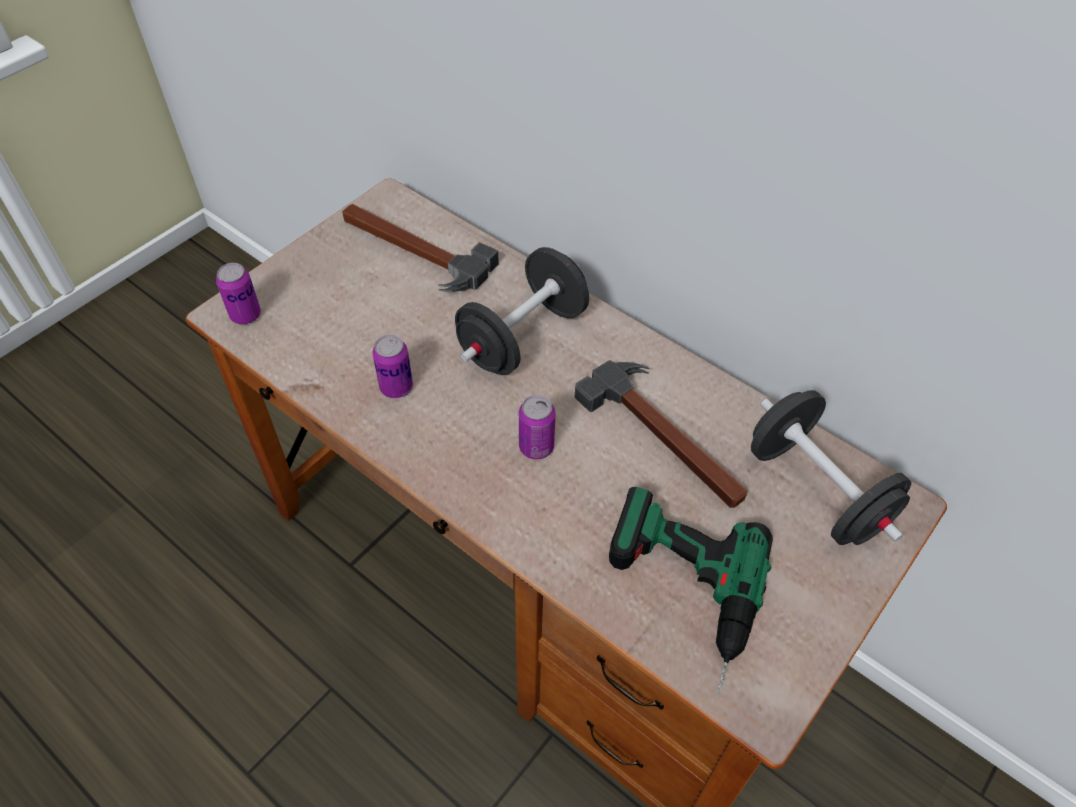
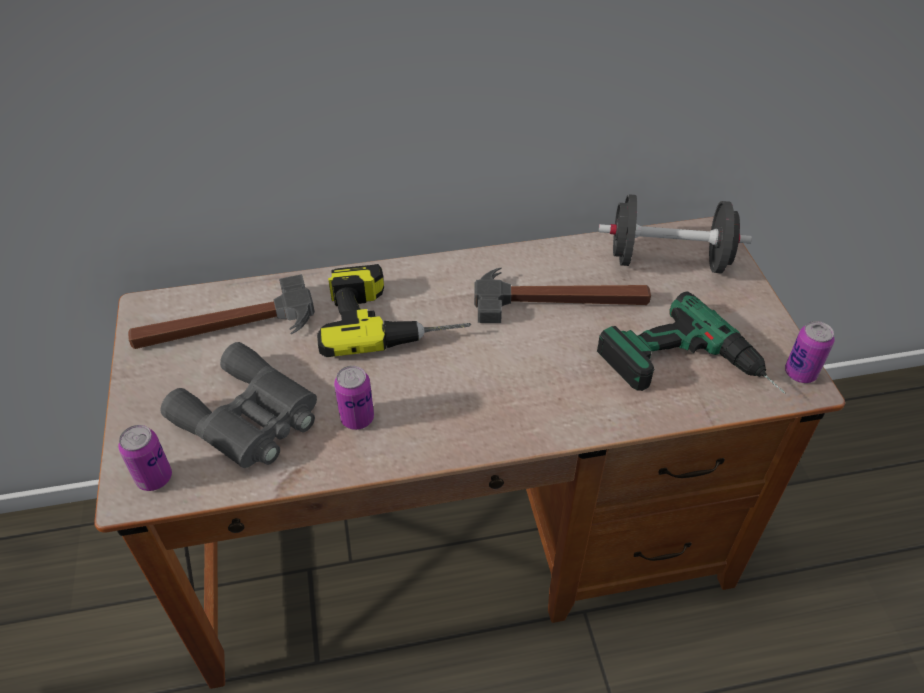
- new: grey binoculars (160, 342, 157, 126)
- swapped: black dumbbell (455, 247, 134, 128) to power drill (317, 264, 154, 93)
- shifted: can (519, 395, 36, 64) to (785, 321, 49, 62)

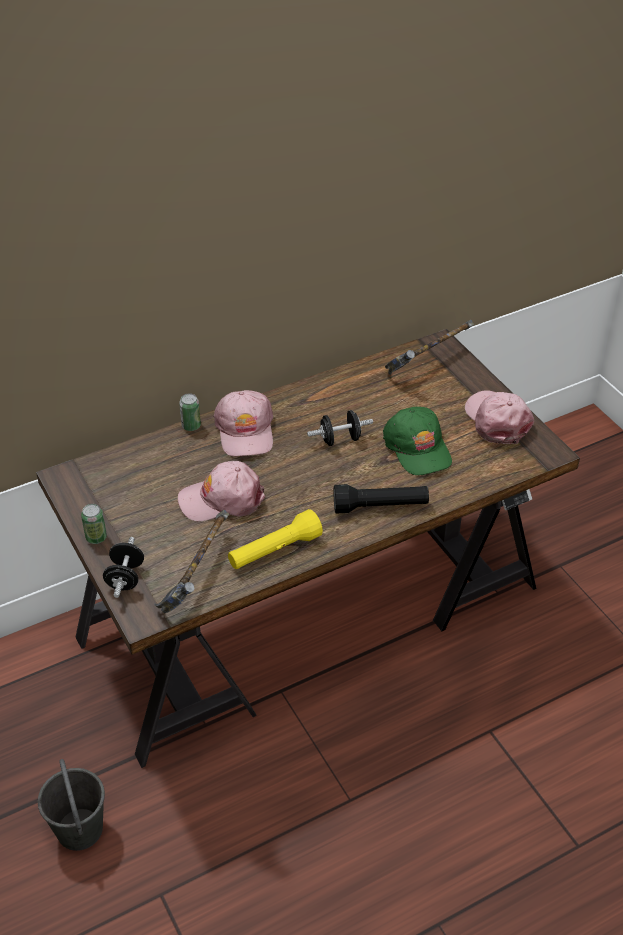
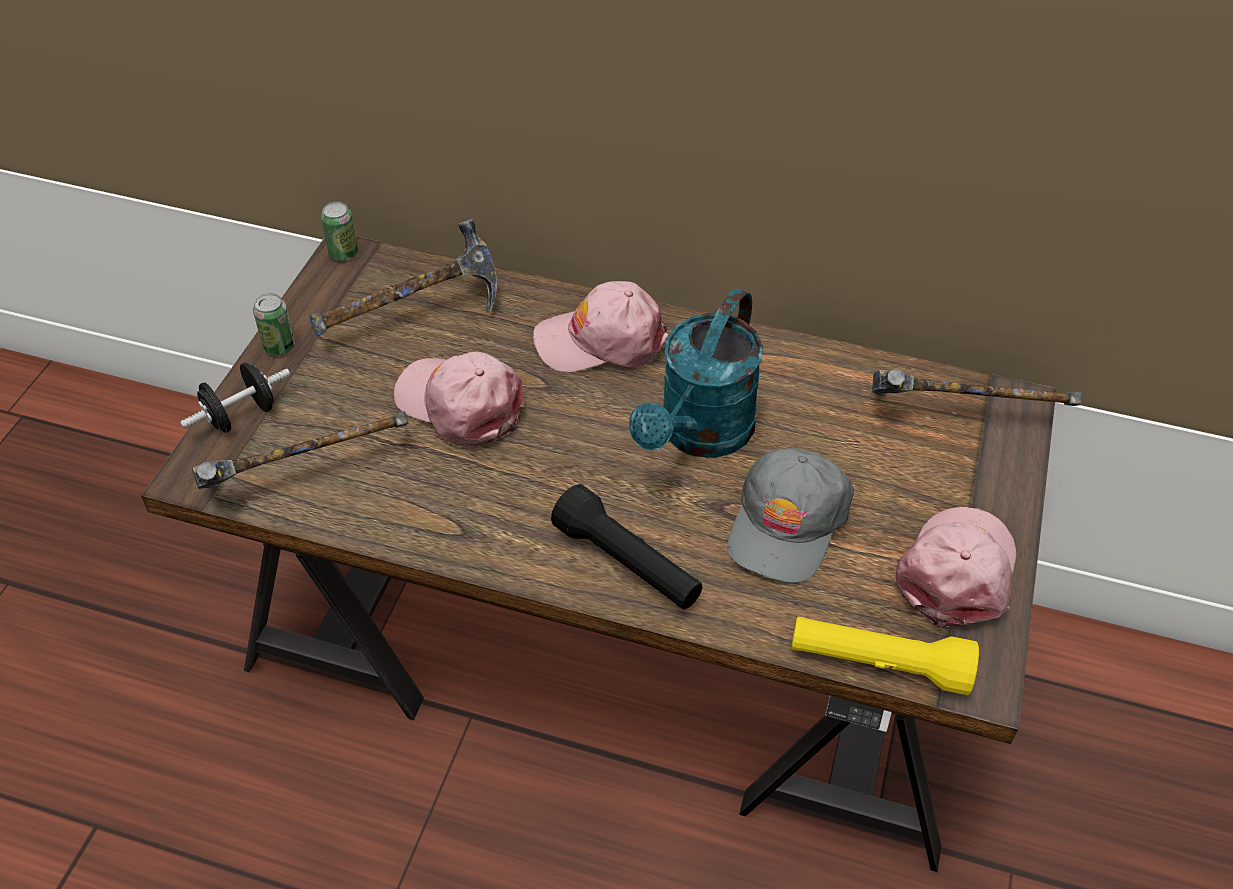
- new: hammer (309, 219, 188, 117)
- shifted: can (179, 393, 22, 38) to (321, 201, 37, 60)
- rotated: pink cap (213, 390, 60, 67) = (533, 281, 135, 91) 45 degrees clockwise
- swapped: black dumbbell (307, 410, 66, 36) to turquoise watering can (629, 289, 134, 169)
- repainted: green cap (383, 407, 69, 68) to grey cap (728, 448, 126, 135)
- shifted: yellow flashlight (228, 509, 95, 60) to (791, 617, 188, 78)
- gone: grey bucket (38, 759, 67, 92)

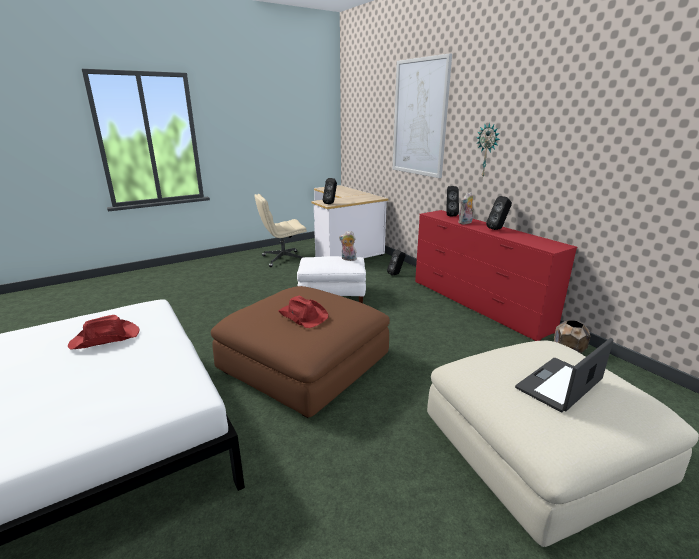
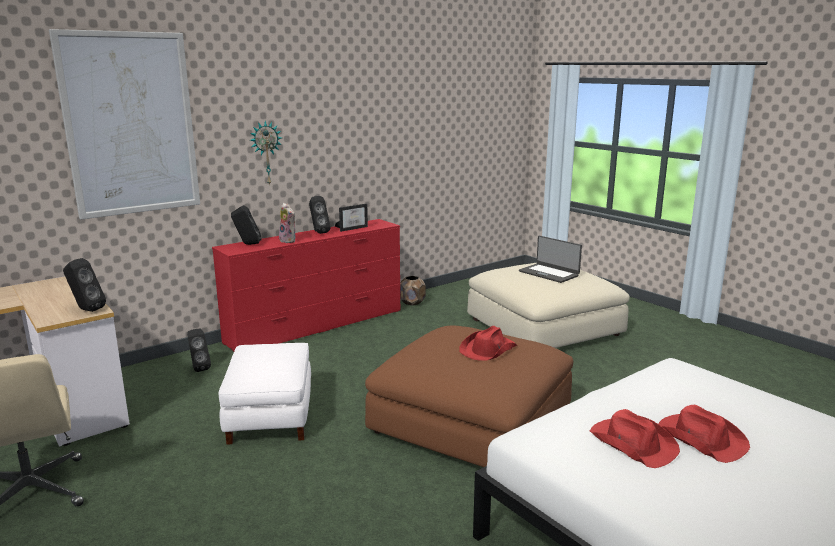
- new: picture frame (335, 204, 33, 28)
- new: red hat (658, 405, 92, 58)
- gone: plush toy (339, 231, 18, 30)

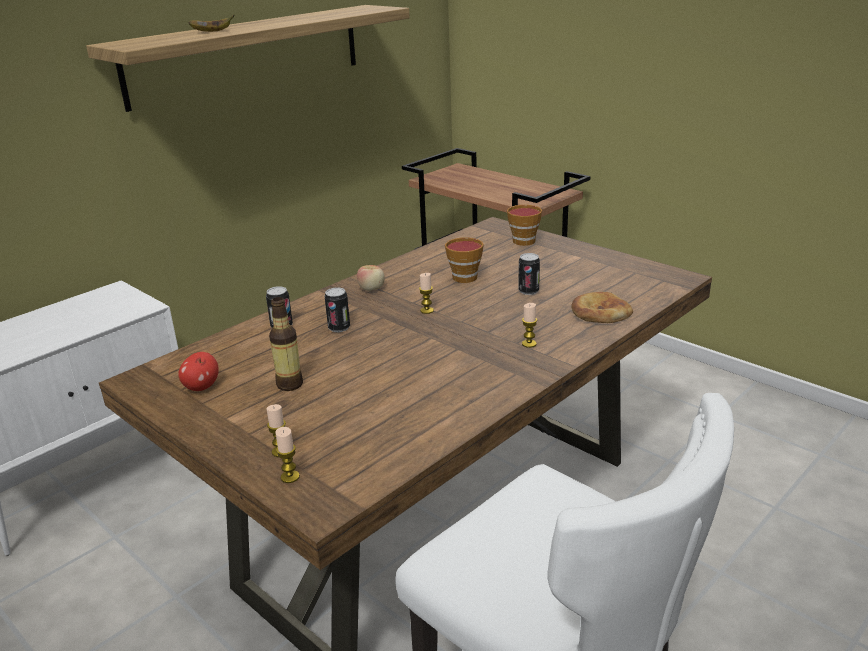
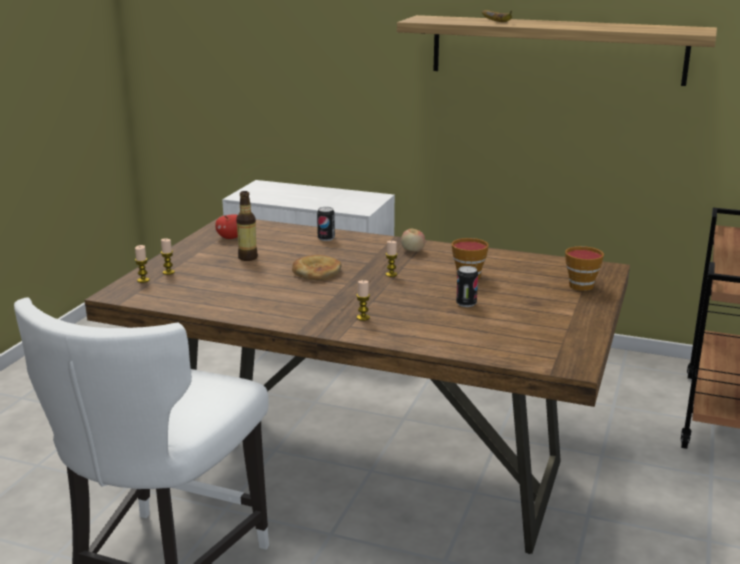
- shifted: bread (571, 292, 62, 31) to (292, 255, 49, 25)
- gone: can (325, 287, 25, 45)

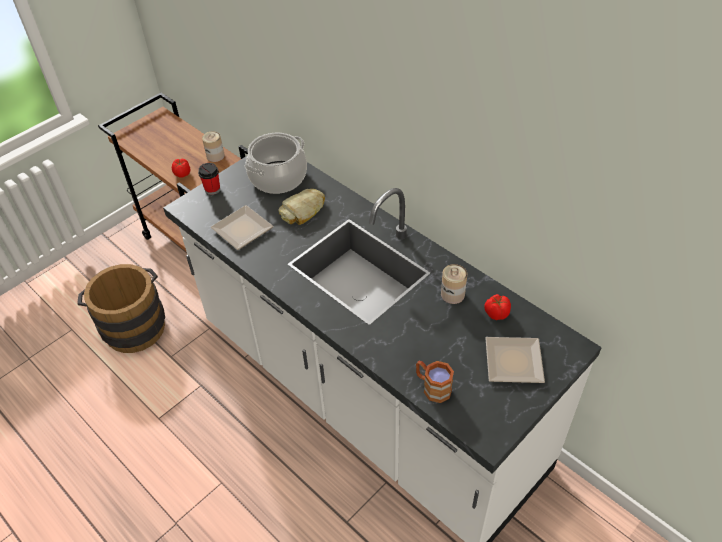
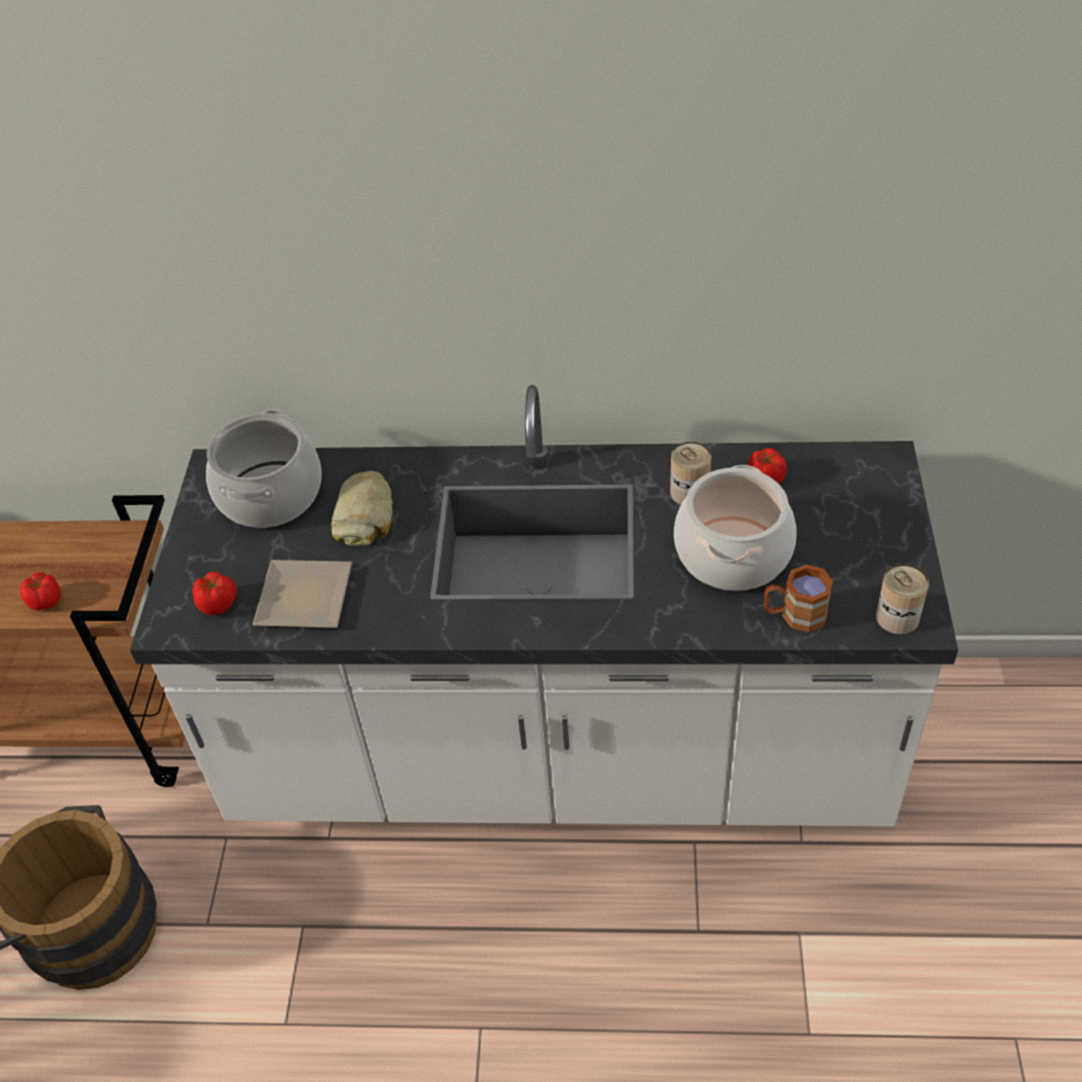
- new: tomato (192, 572, 45, 43)
- new: cooking pot (674, 465, 123, 126)
- shifted: can (202, 131, 23, 31) to (876, 564, 53, 70)
- gone: cup (198, 163, 22, 32)
- gone: plate (485, 337, 60, 46)

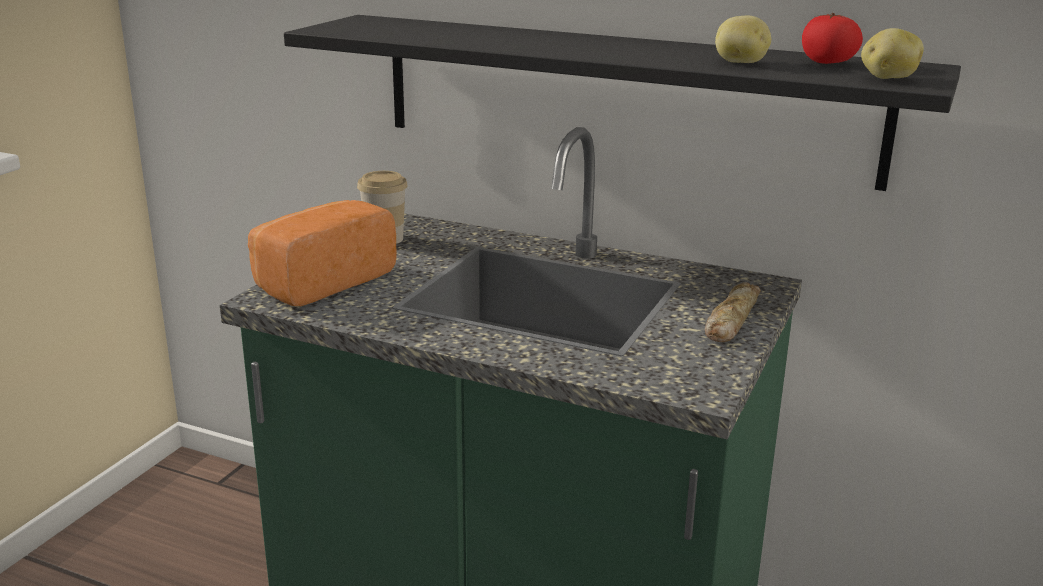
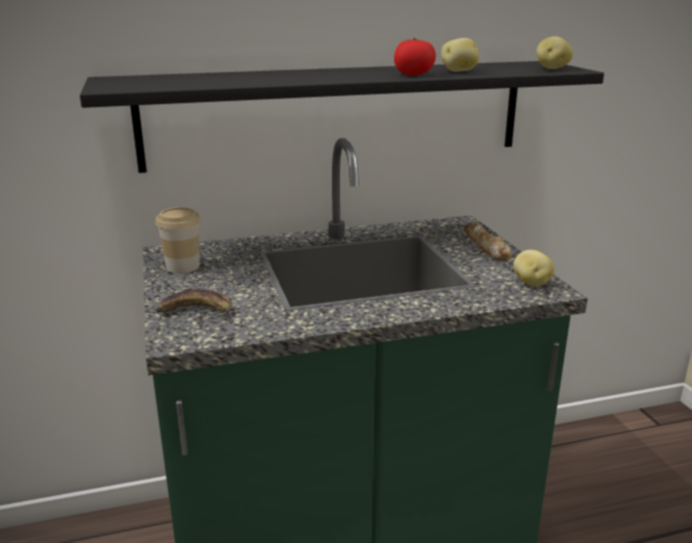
- swapped: bread (248, 200, 148, 106) to banana (156, 289, 75, 32)
- shifted: tomato (802, 13, 61, 51) to (394, 38, 42, 37)
- new: potato (513, 250, 41, 36)

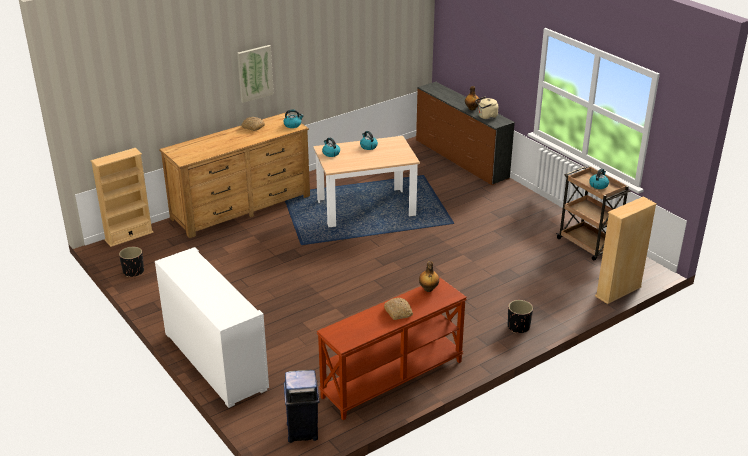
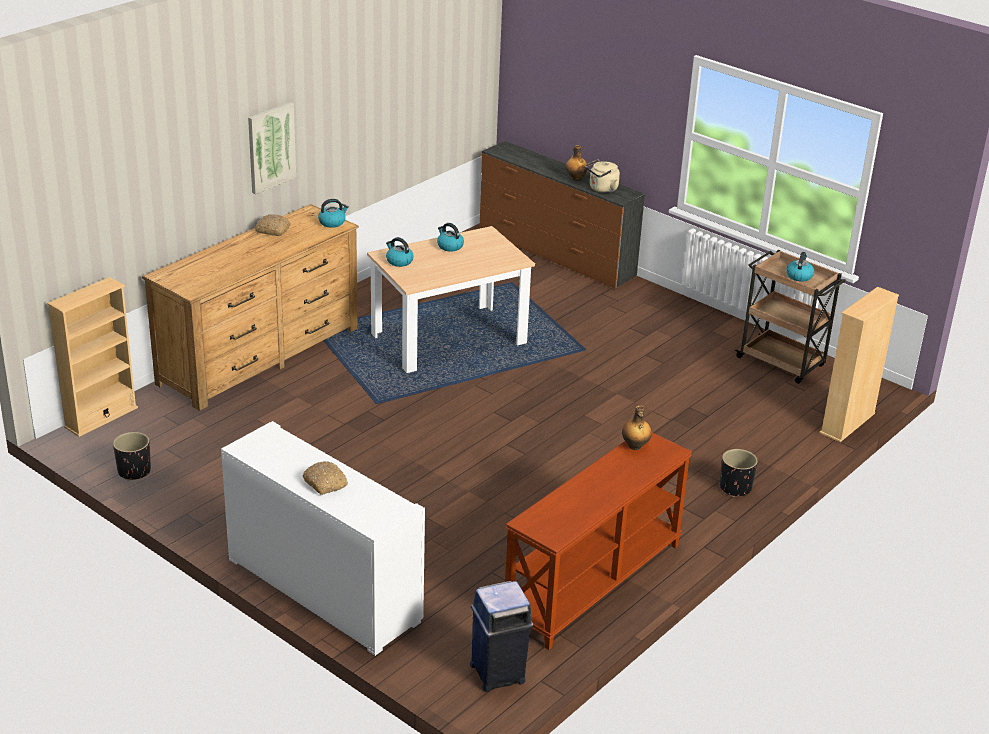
- shifted: bread (384, 298, 29, 22) to (303, 461, 45, 34)

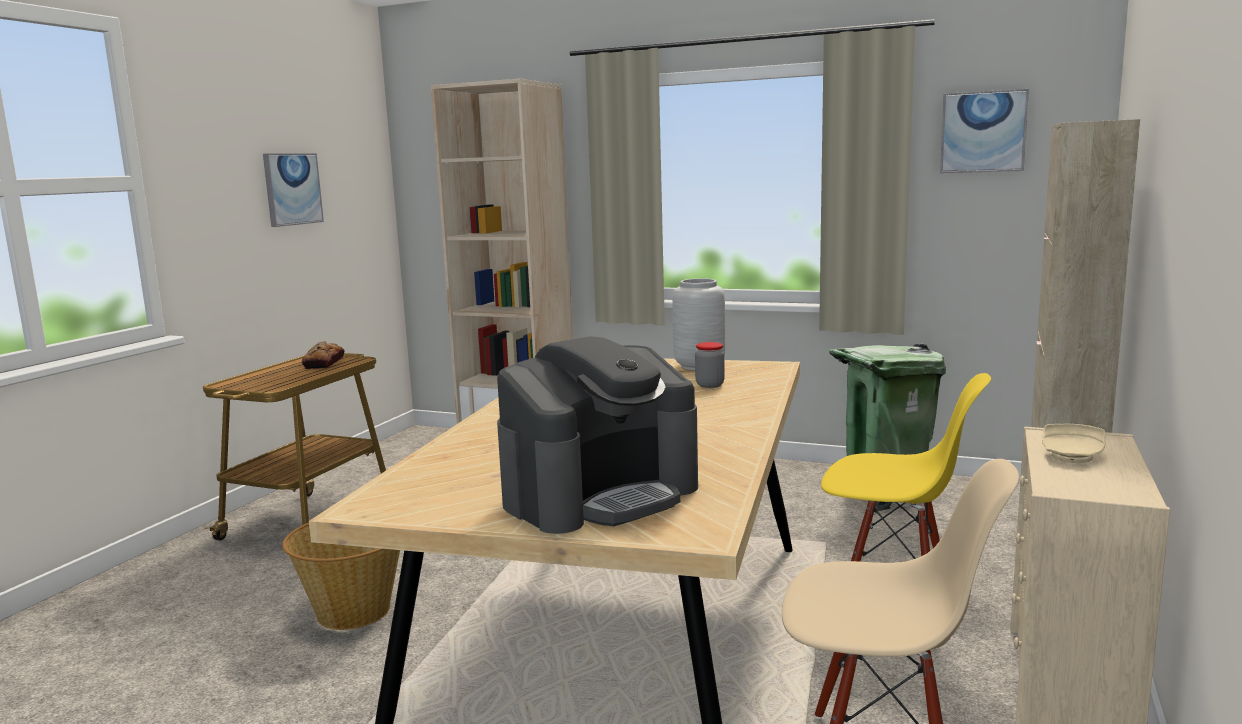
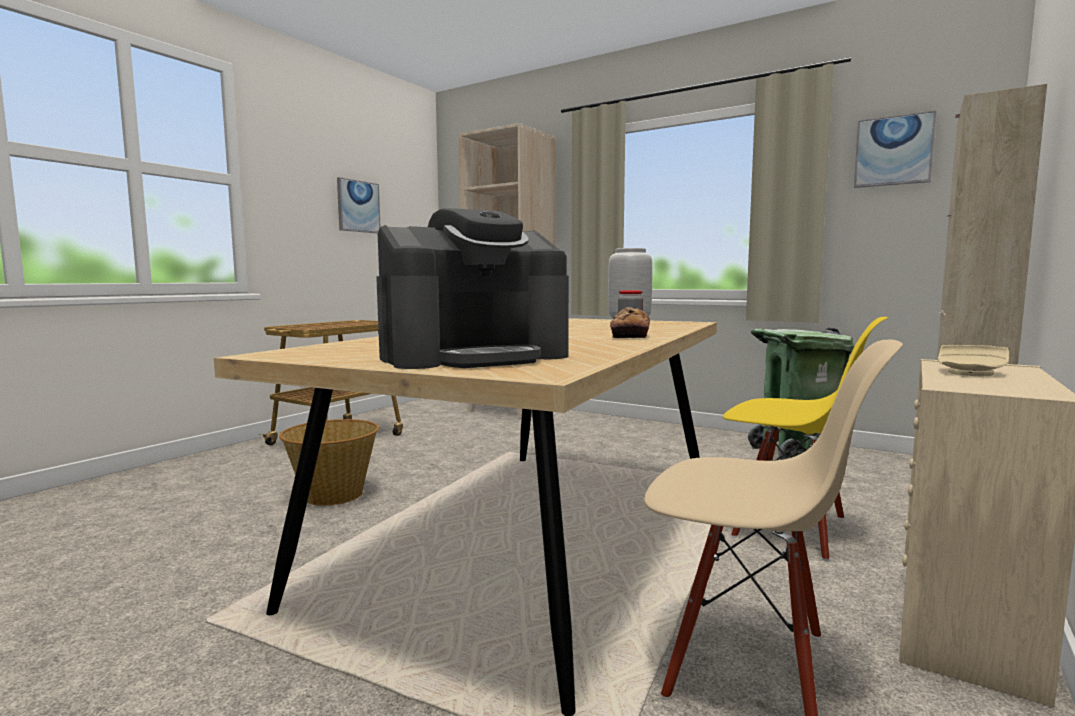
- shifted: bread (302, 341, 43, 28) to (610, 307, 40, 31)

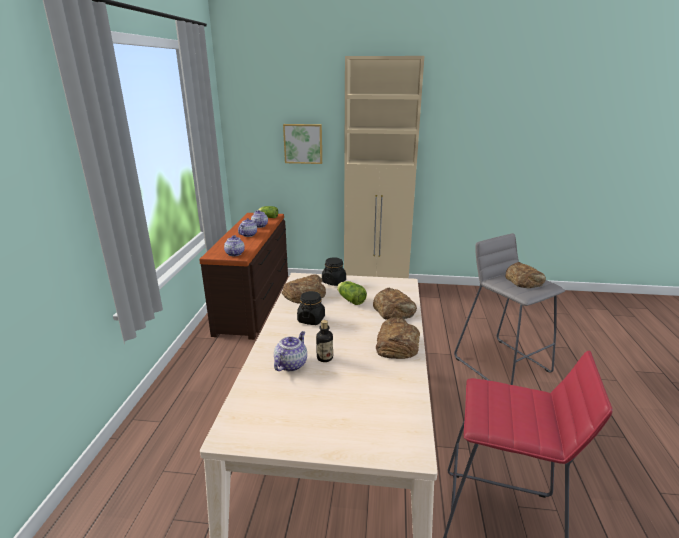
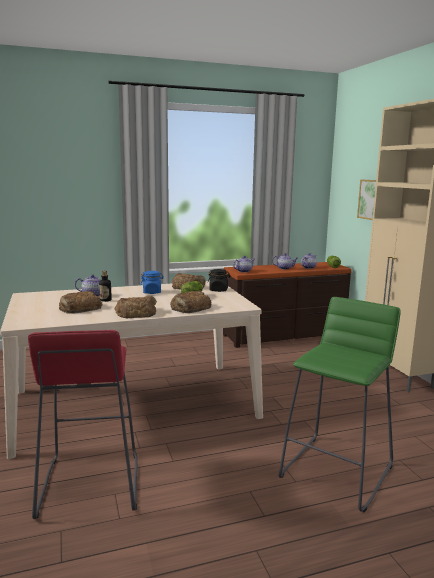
- shifted: bread (505, 262, 41, 27) to (59, 291, 43, 23)
- repainted: black jar (297, 291, 28, 34) to blue jar (140, 271, 24, 23)
- repainted: grey stool (454, 233, 111, 152) to green stool (279, 297, 122, 215)

